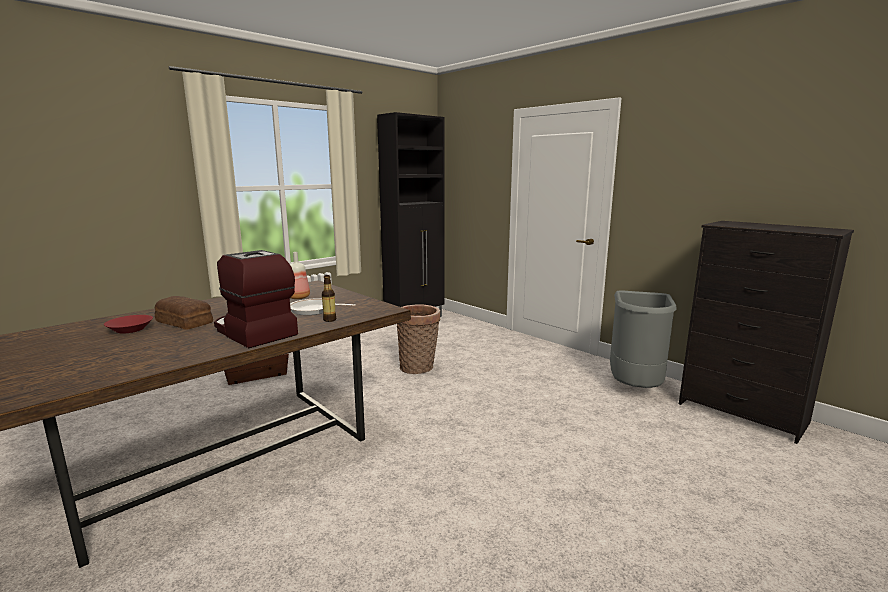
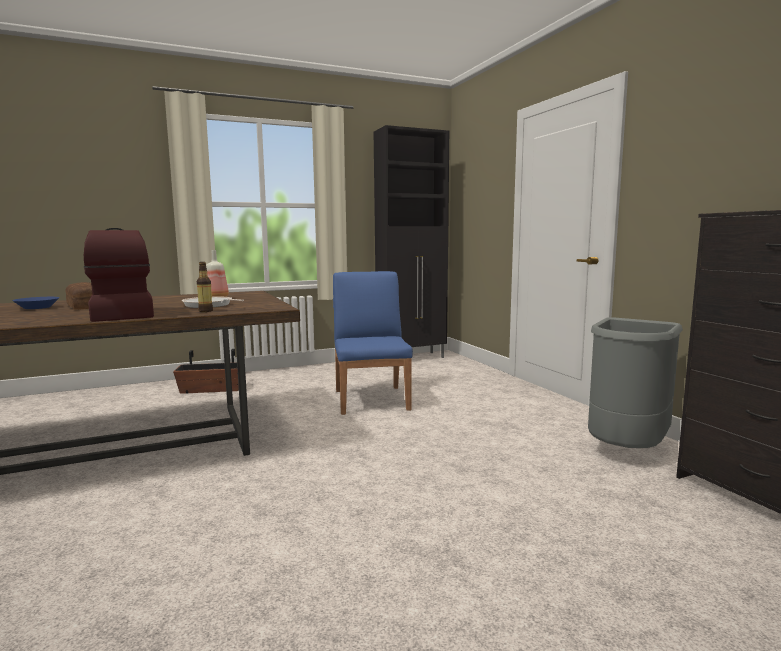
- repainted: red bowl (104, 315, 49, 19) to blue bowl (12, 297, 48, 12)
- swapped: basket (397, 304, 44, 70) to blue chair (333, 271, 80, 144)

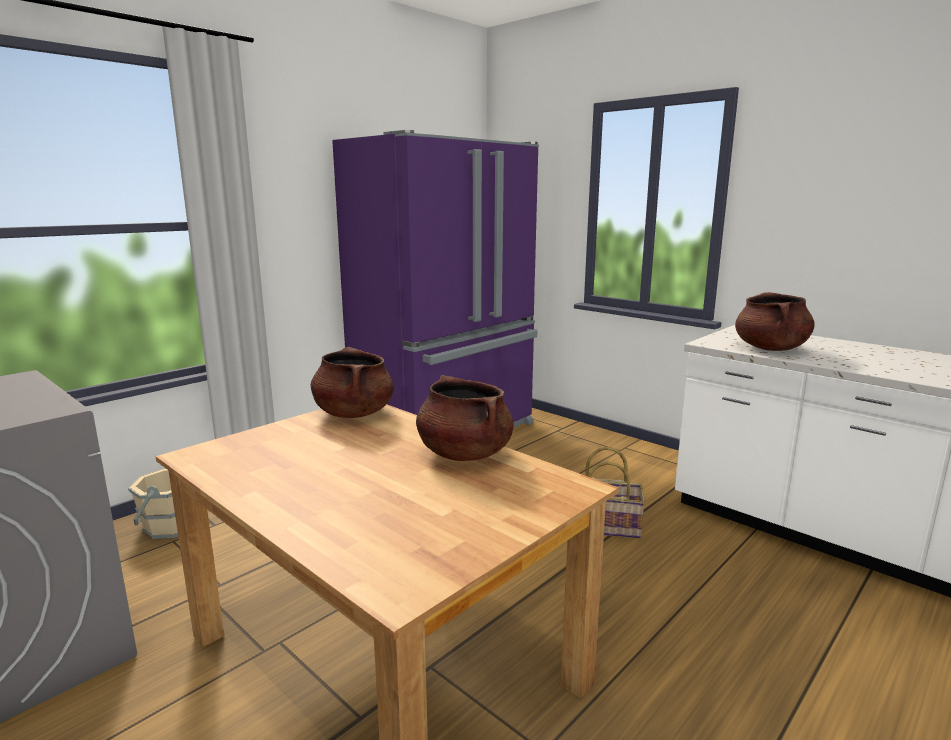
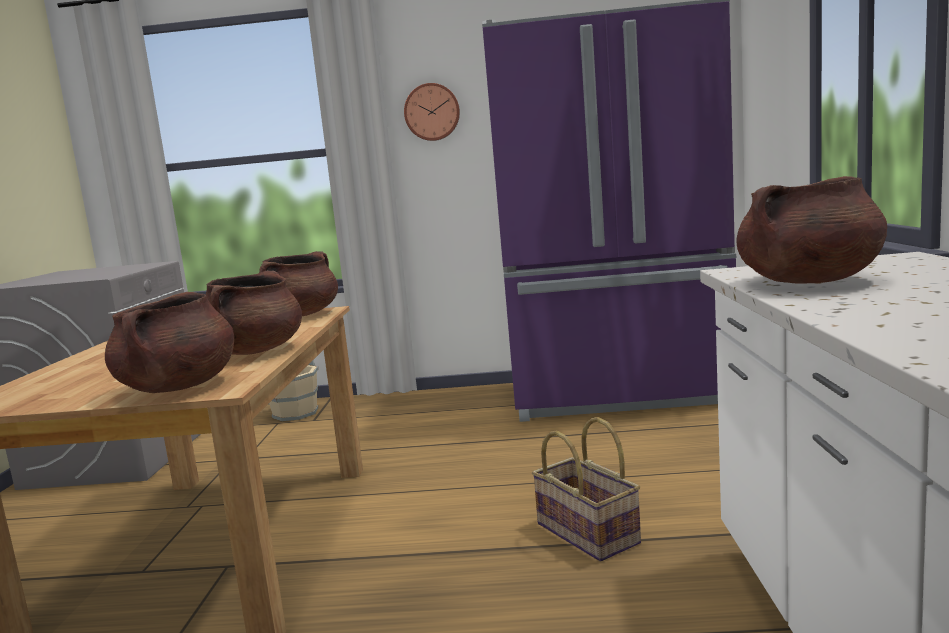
- new: brown cooking pot (105, 292, 129, 101)
- new: wall clock (404, 83, 56, 58)

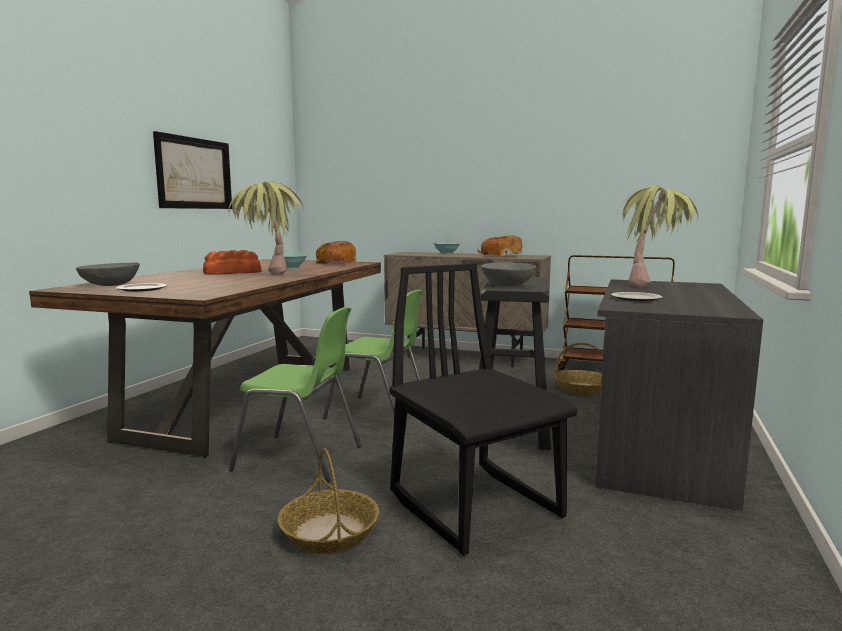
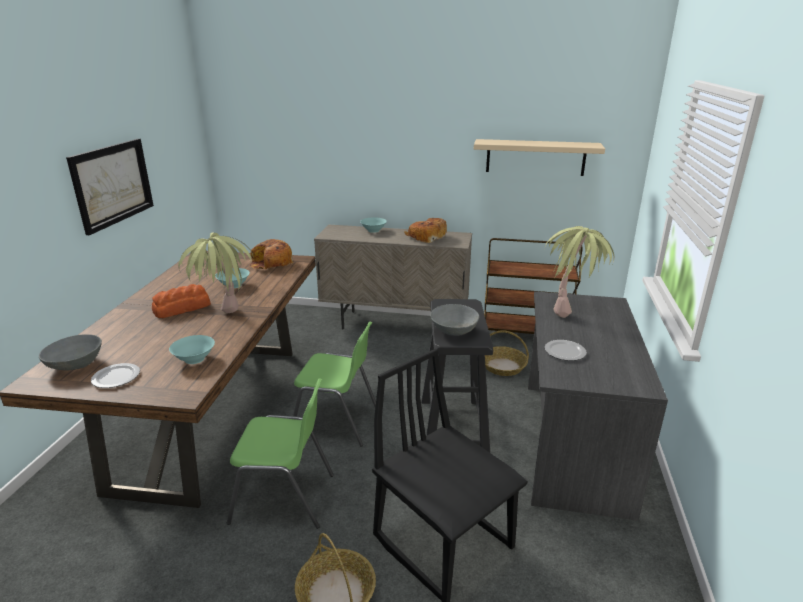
- new: turquoise bowl (169, 335, 46, 29)
- new: beige shelf (474, 139, 131, 37)

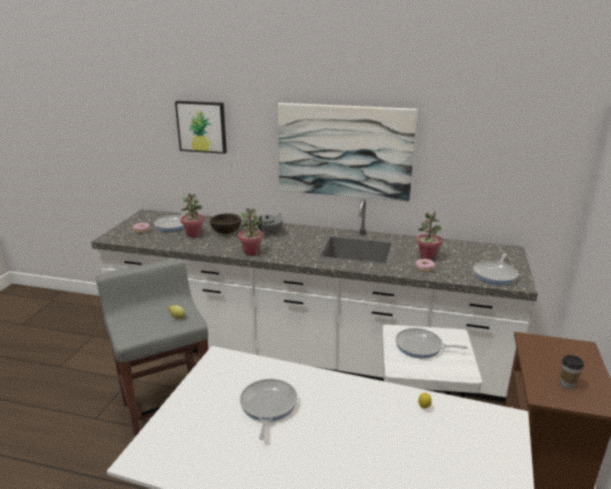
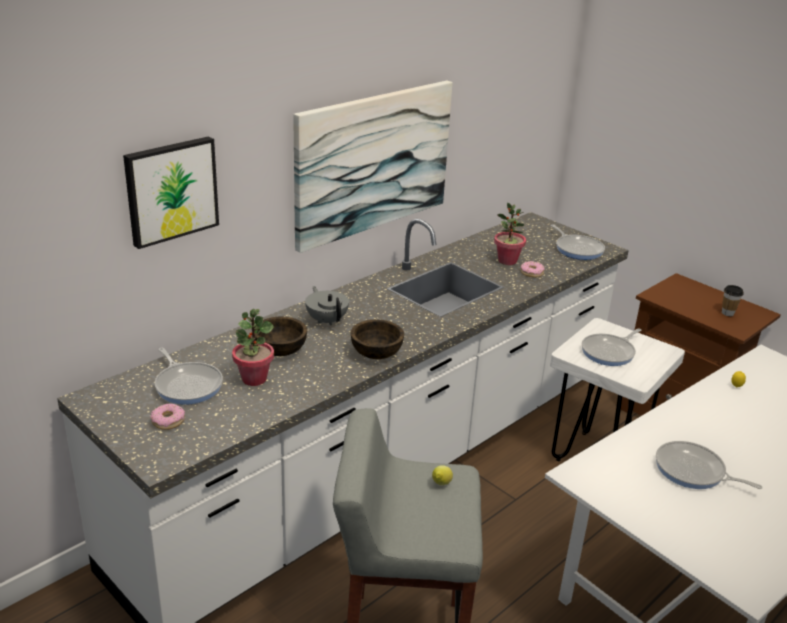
- swapped: potted plant (238, 208, 25, 47) to brown bowl (351, 320, 53, 39)

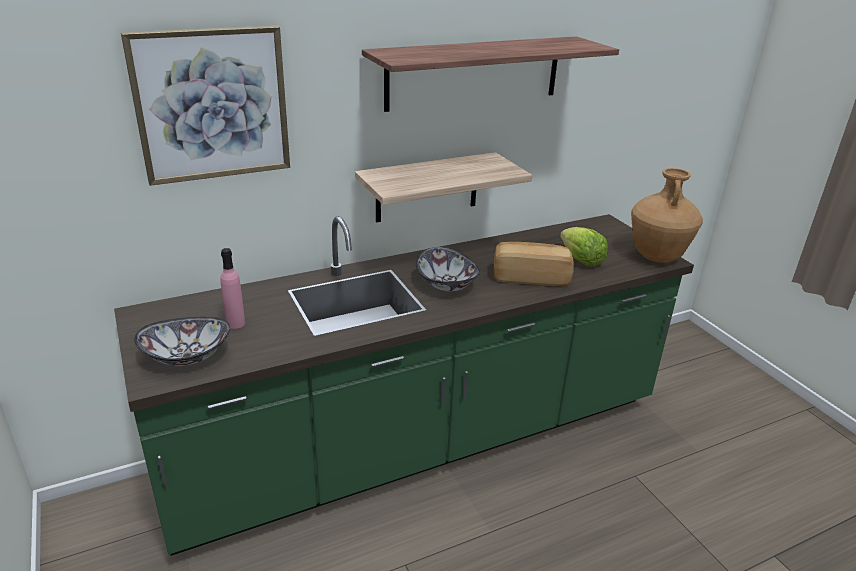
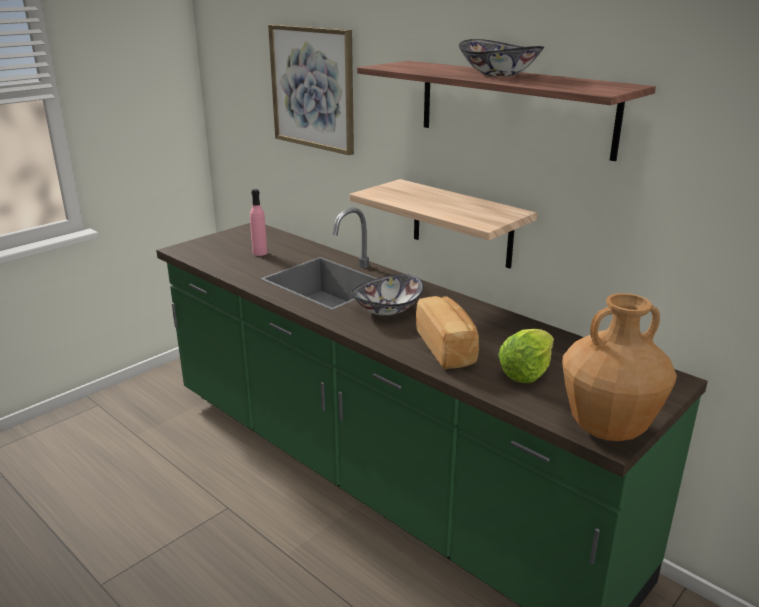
- shifted: bowl (134, 317, 96, 49) to (458, 39, 86, 38)

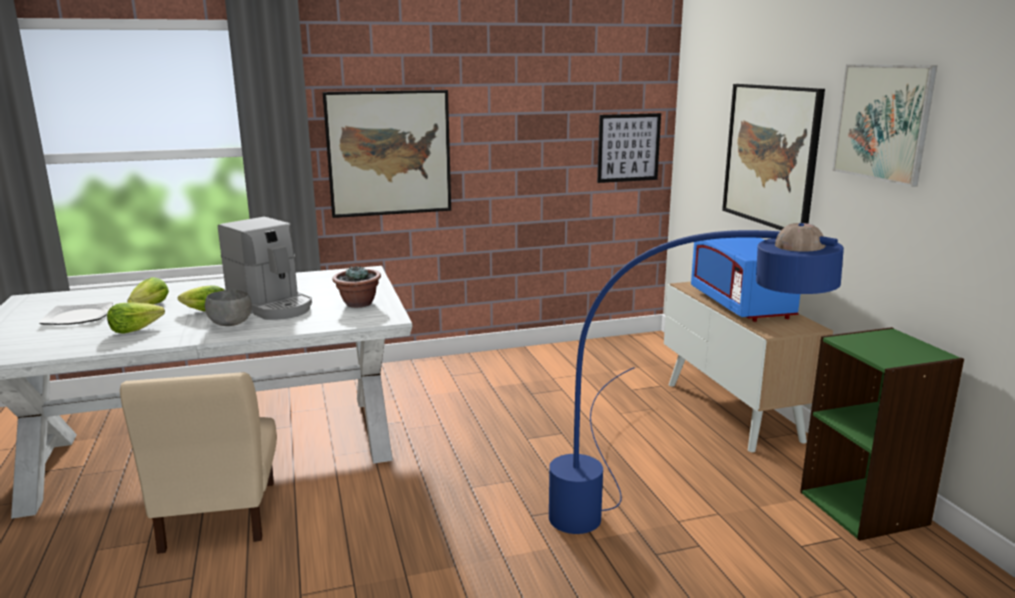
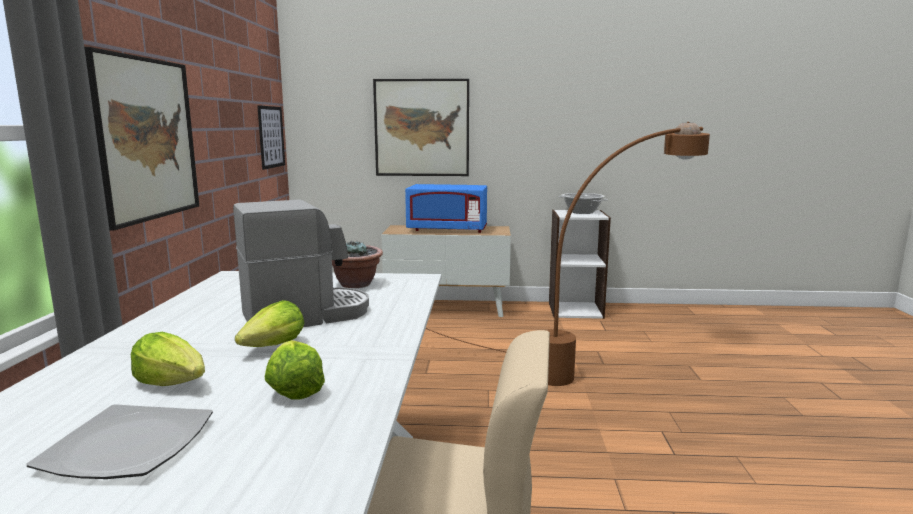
- repainted: blue floor lamp (549, 223, 295, 311) to brown floor lamp (426, 122, 284, 264)
- repainted: green bookcase (800, 327, 164, 214) to white bookcase (549, 210, 62, 109)
- new: cooking pot (559, 193, 49, 21)
- gone: grey bowl (205, 289, 47, 37)
- gone: picture (832, 64, 105, 123)

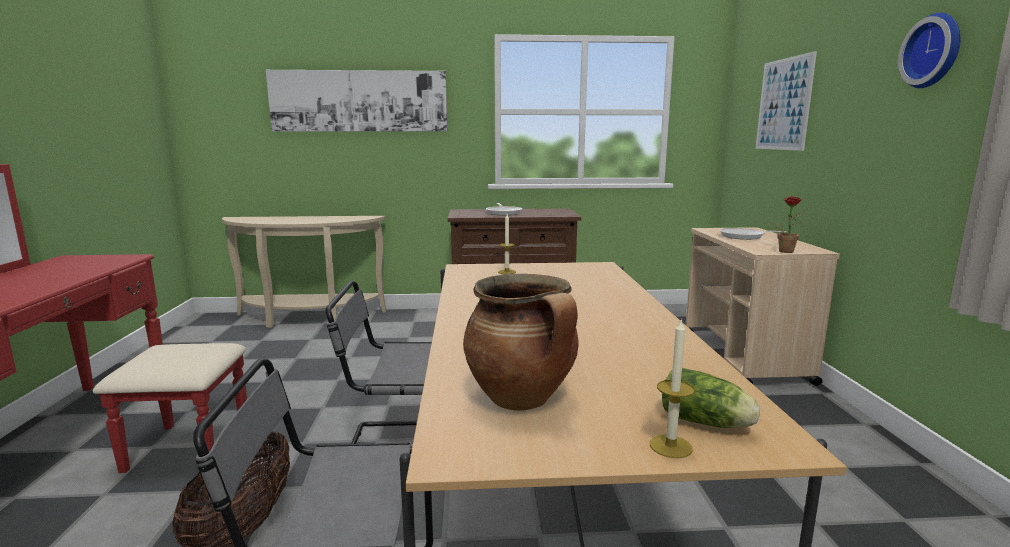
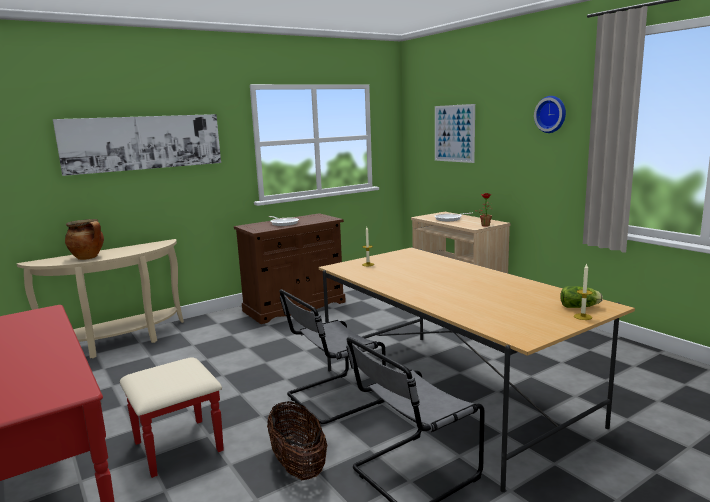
- shifted: cooking pot (463, 274, 116, 137) to (65, 219, 39, 41)

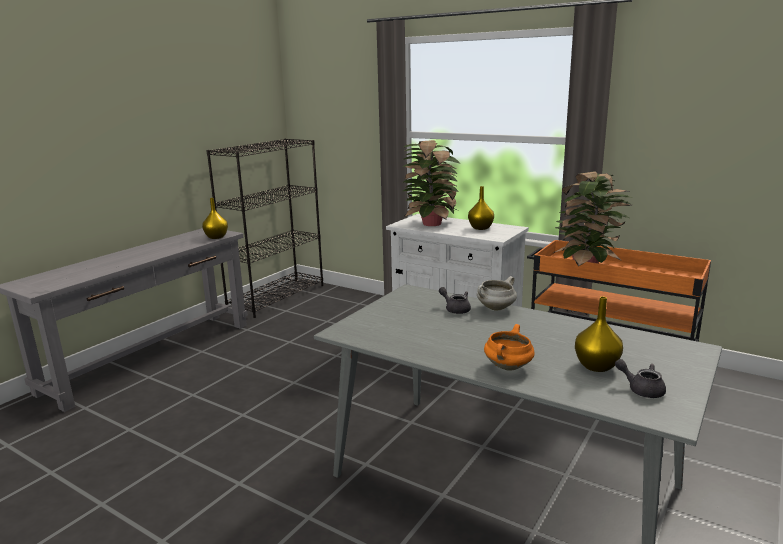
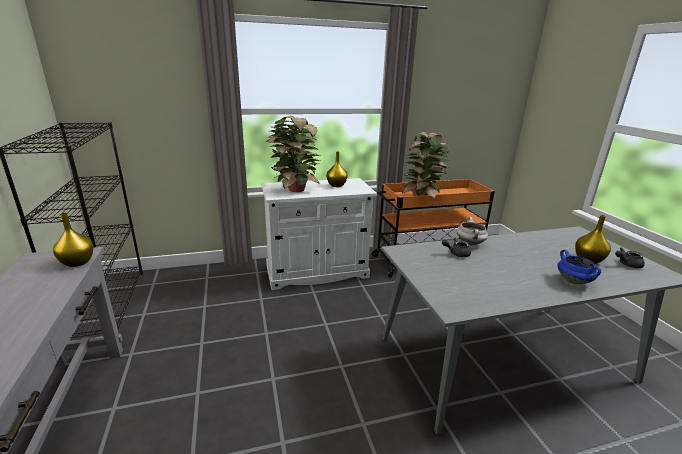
- repainted: orange cooking pot (484, 324, 50, 47) to blue cooking pot (557, 250, 44, 34)

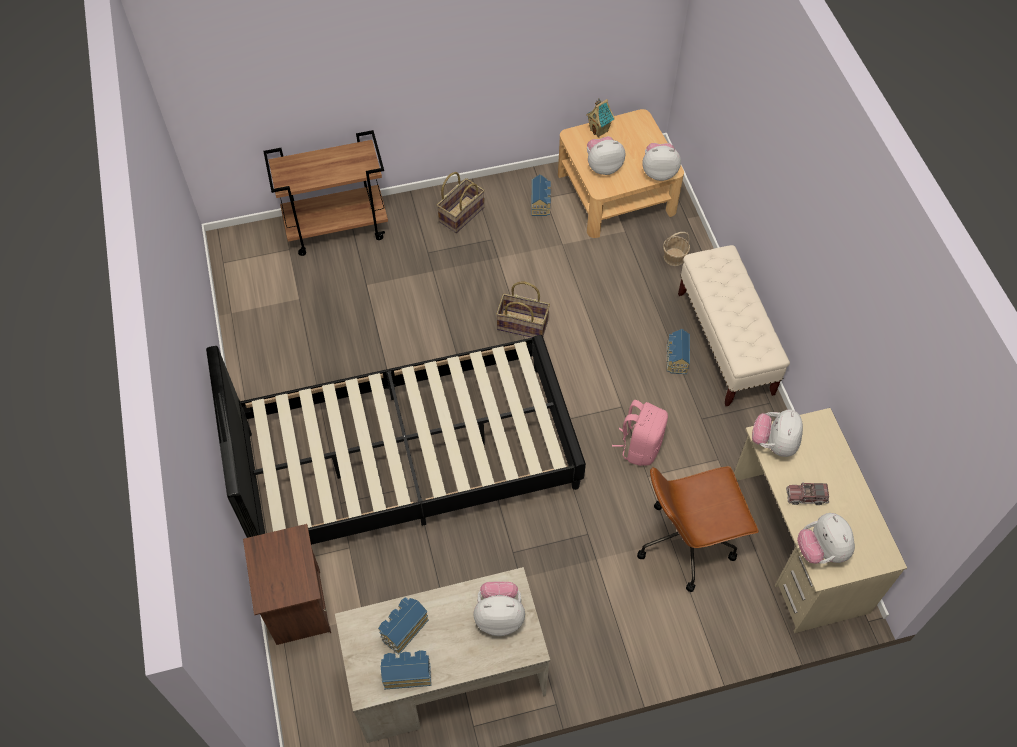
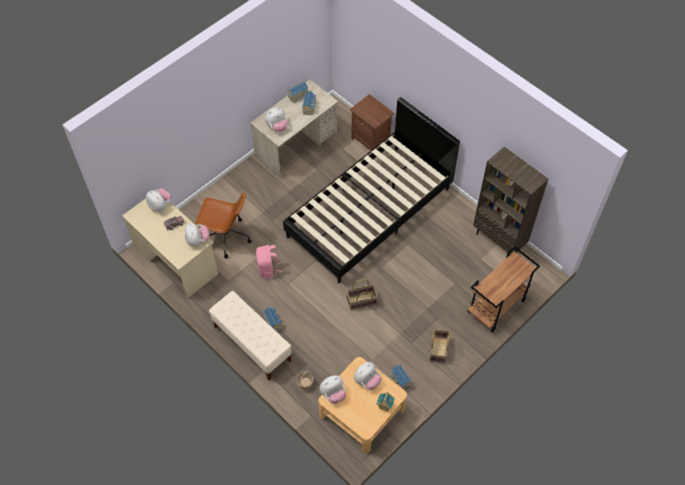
- rotated: brown office chair (637, 466, 122, 126) = (195, 192, 57, 67) 60 degrees clockwise
- new: brown bookcase (473, 147, 75, 108)

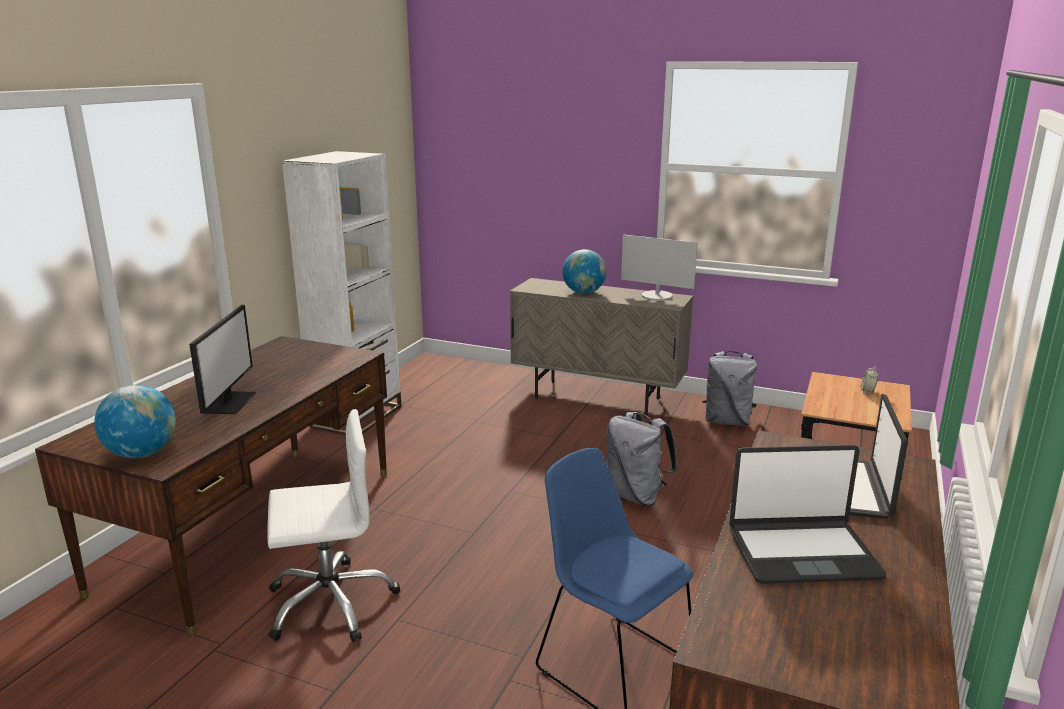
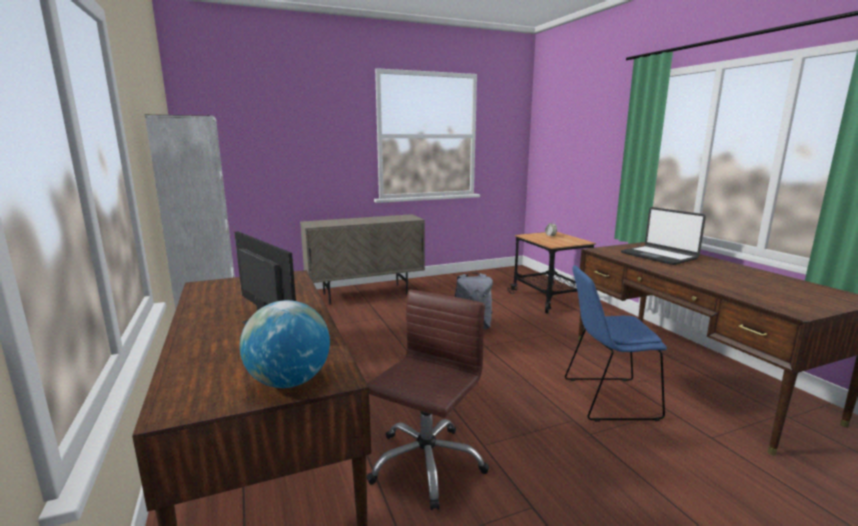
- repainted: white office chair (267, 409, 133, 233) to brown office chair (367, 290, 122, 220)
- gone: globe (562, 249, 44, 45)
- gone: monitor (621, 235, 77, 66)
- gone: grey backpack (702, 351, 55, 75)
- gone: laptop (729, 445, 157, 139)

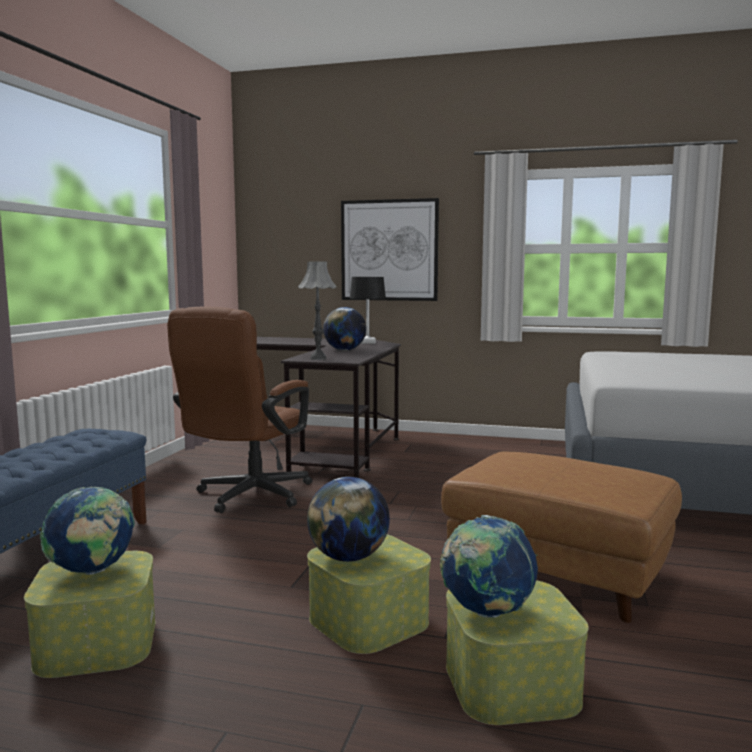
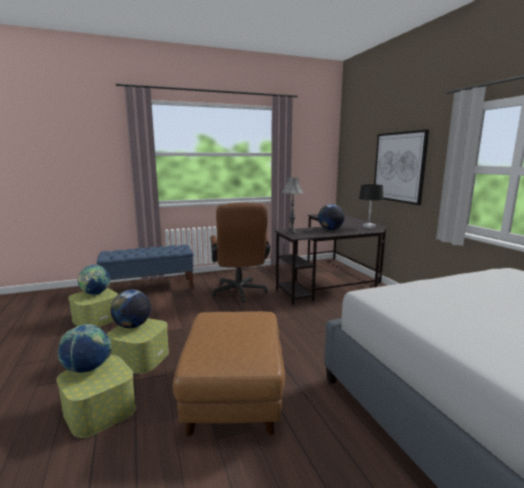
- rotated: brown office chair (167, 307, 145, 206) = (211, 203, 59, 99) 90 degrees counterclockwise

